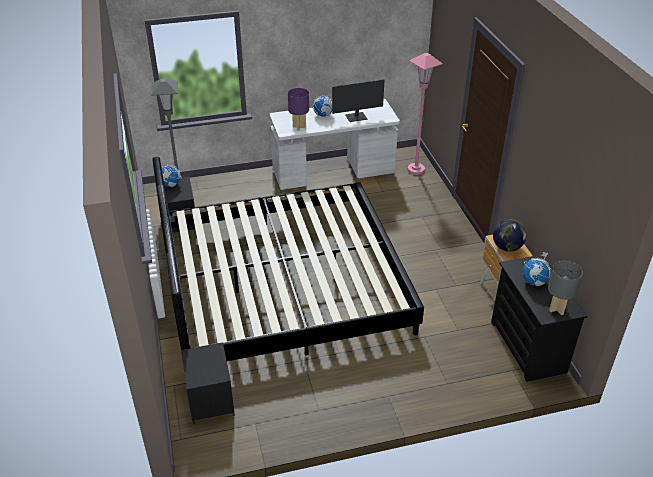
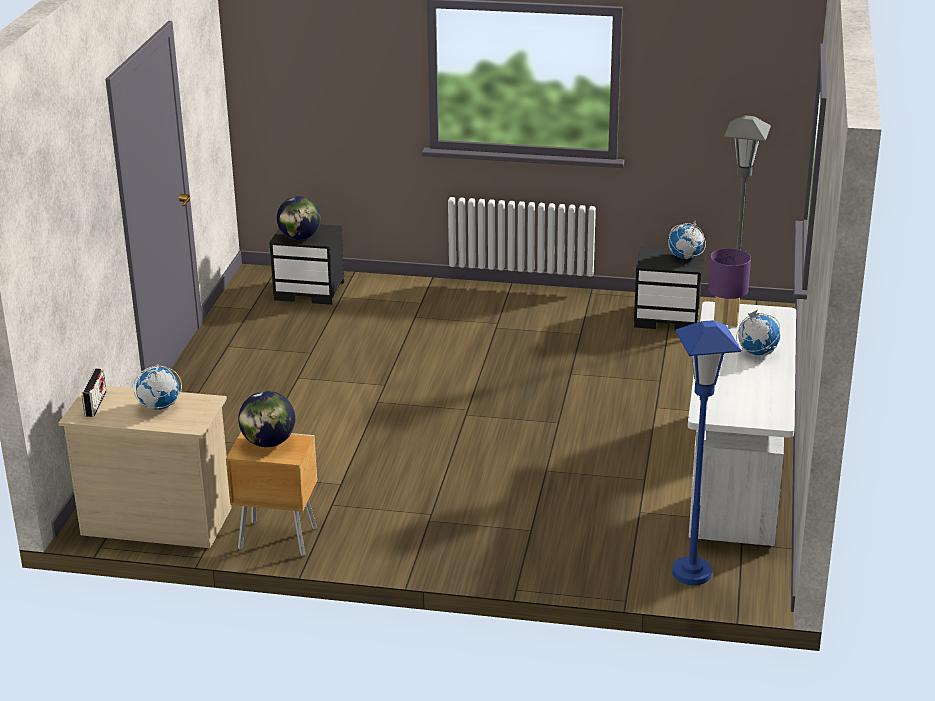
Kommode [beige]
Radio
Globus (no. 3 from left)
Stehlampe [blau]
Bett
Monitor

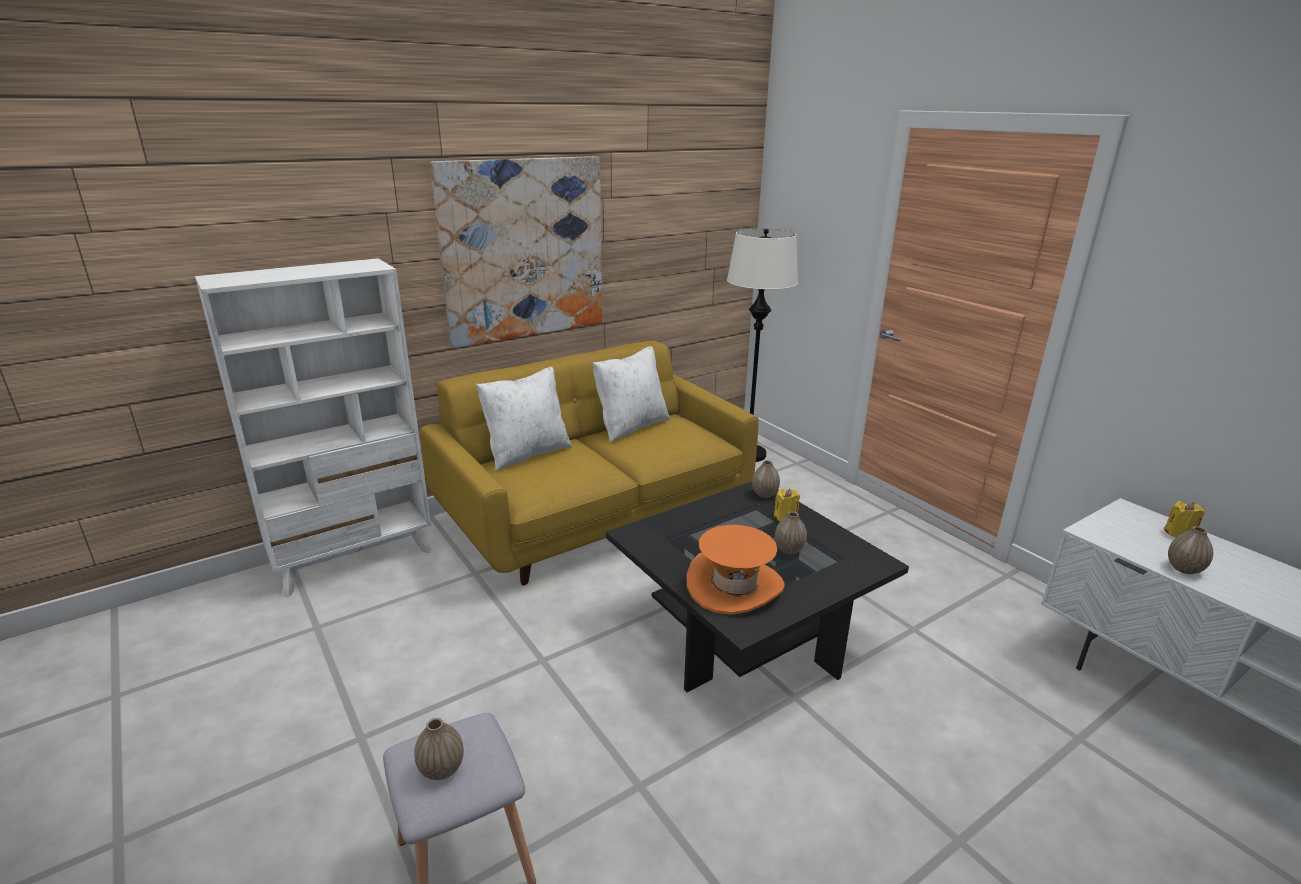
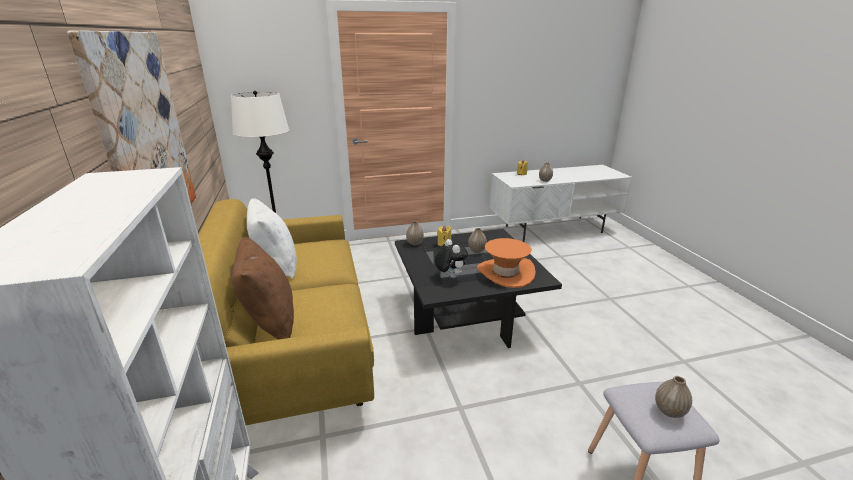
Kissen [braun]
Plüschtier

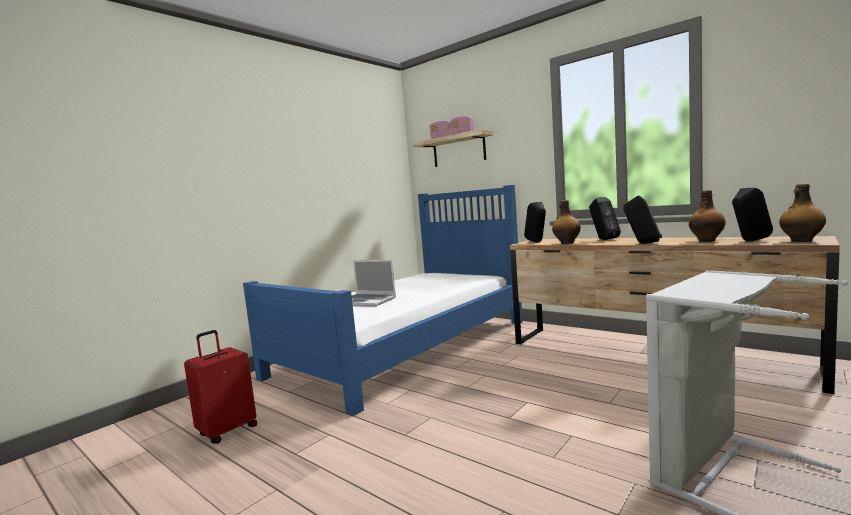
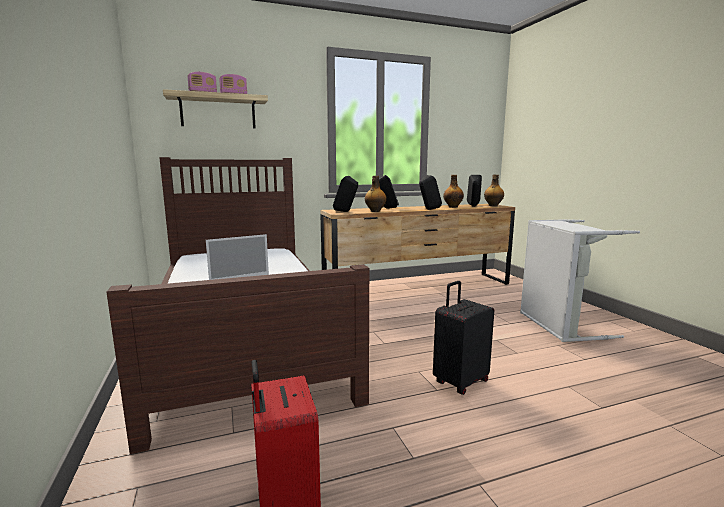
Bett [braun]
Koffer [schwarz]

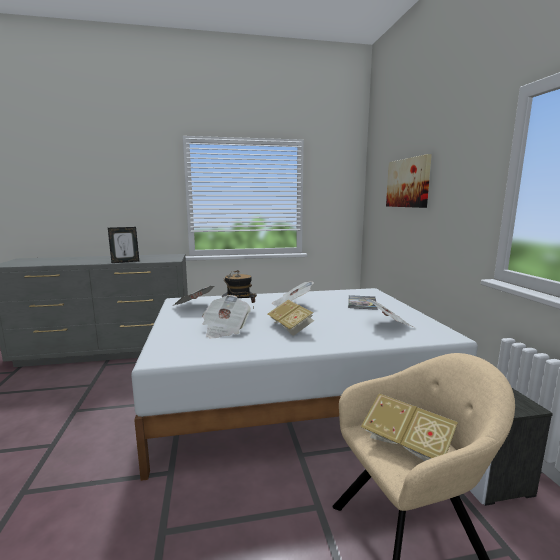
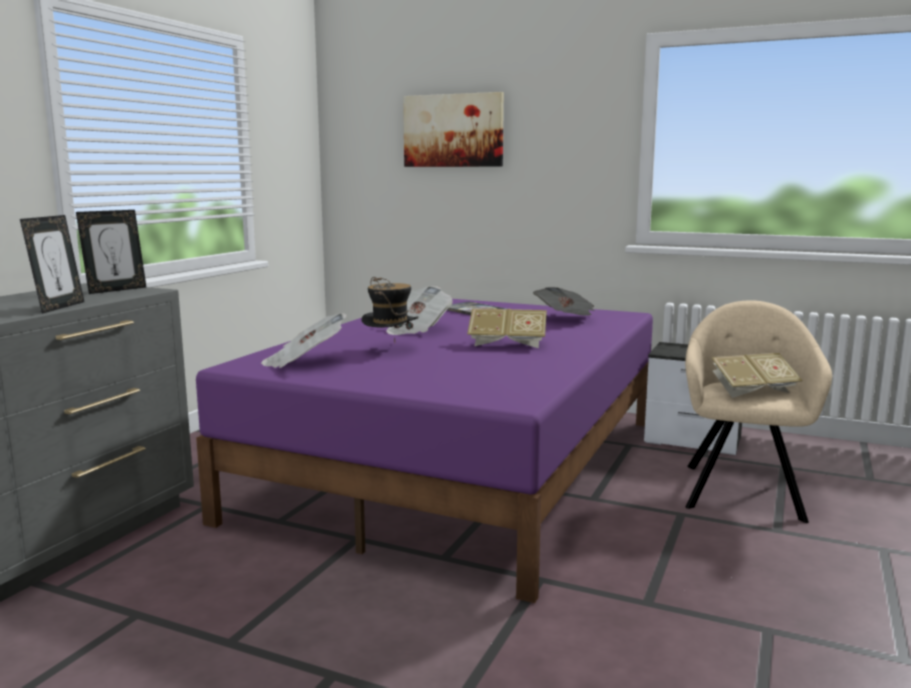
Bilderrahmen (no. 2 from left)
Bett [lila]
Zeitung (no. 2 from left in the first image)

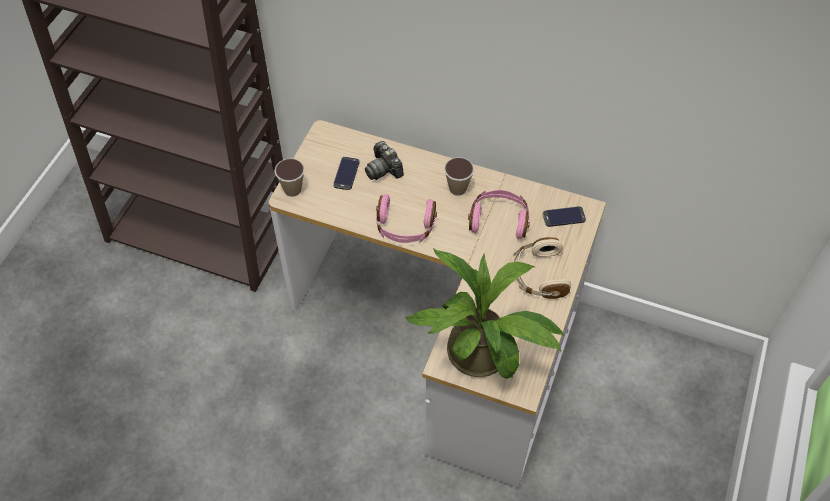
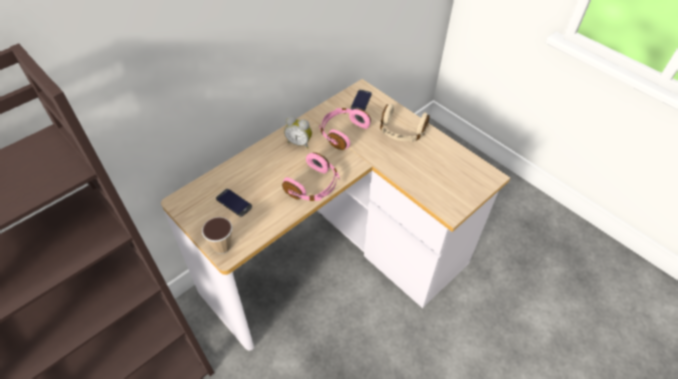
Wecker
Kamera
Topfpflanze

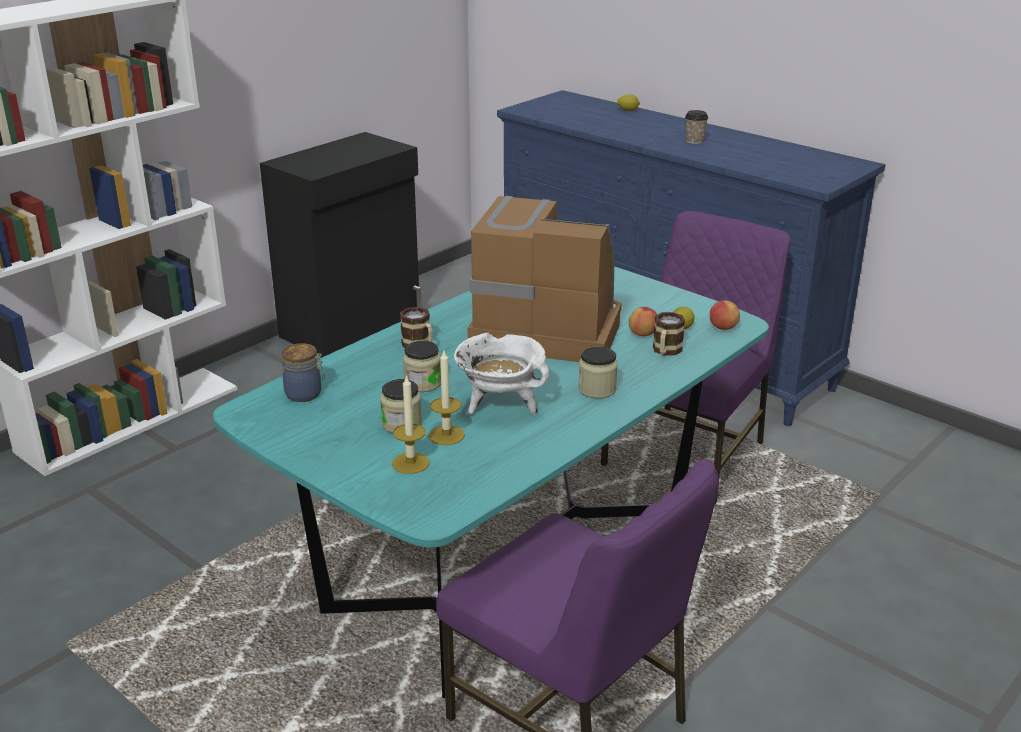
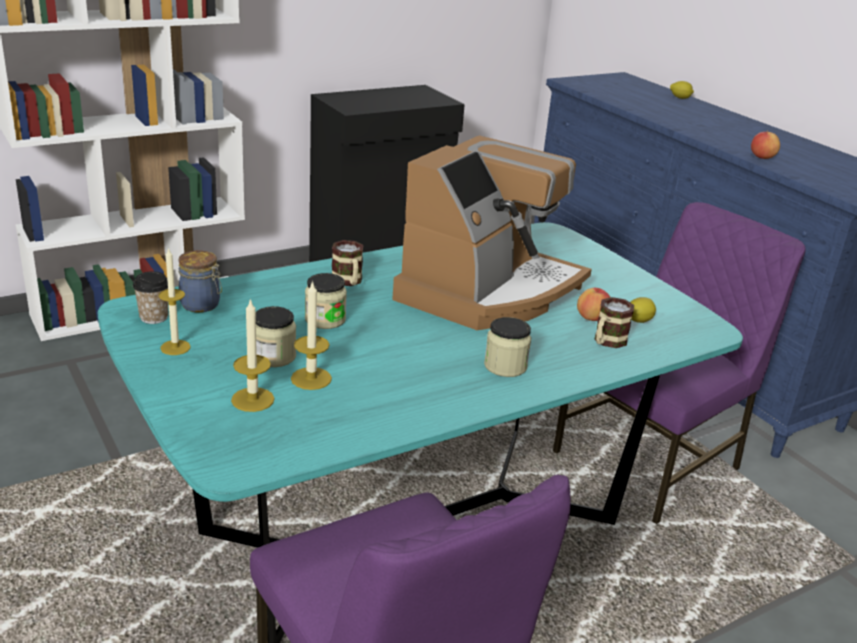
Tasse
Kerze (no. 1 from left)
Kaffeemaschine
Apfel (no. 2 from left)
Kochtopf [weiß]

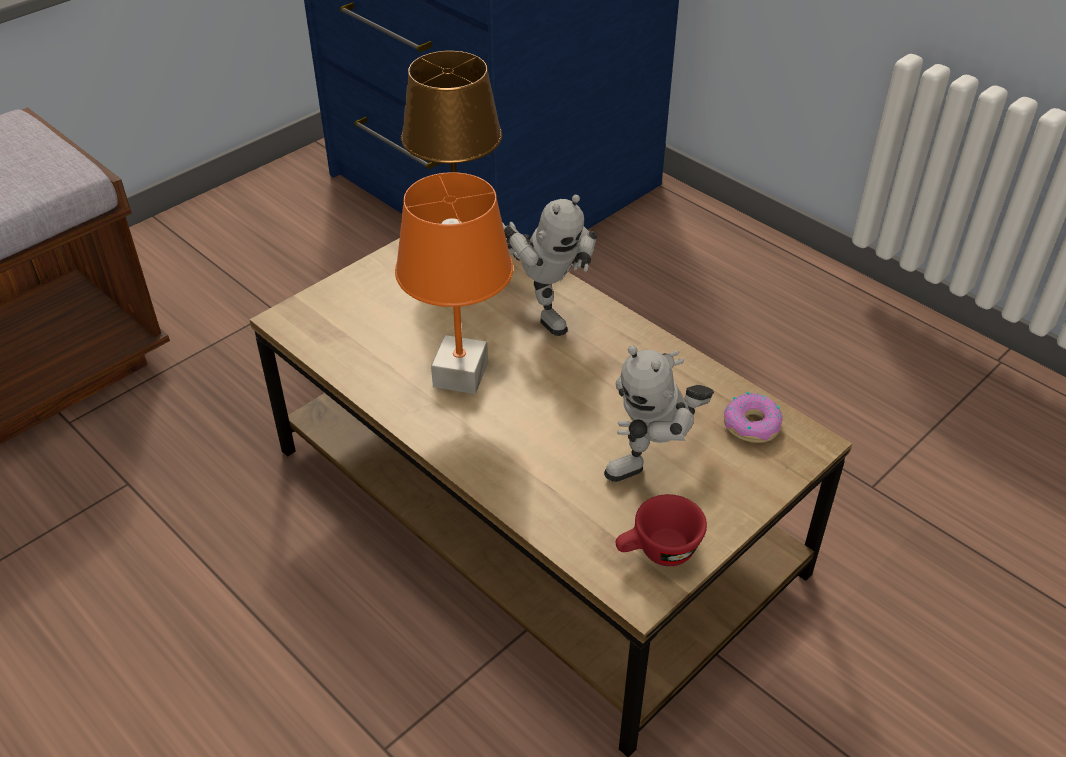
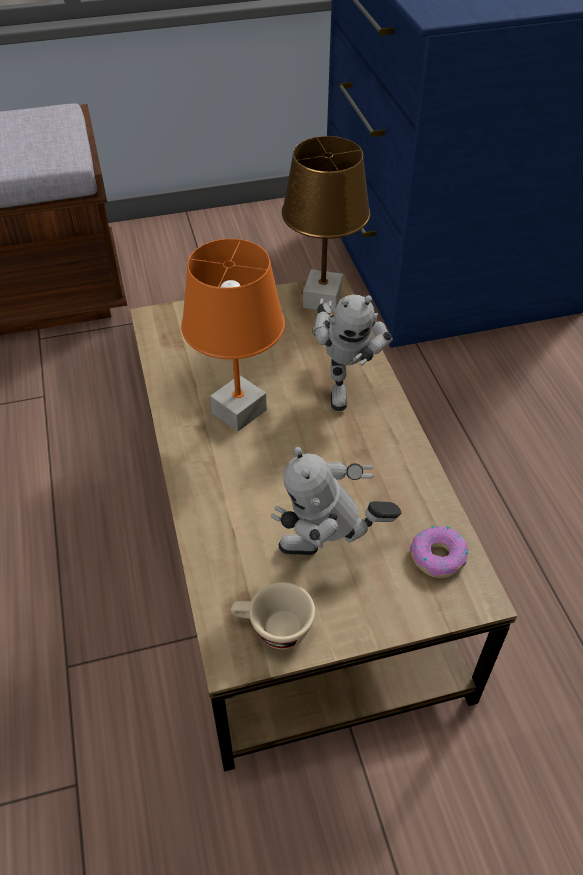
Tasse [beige]

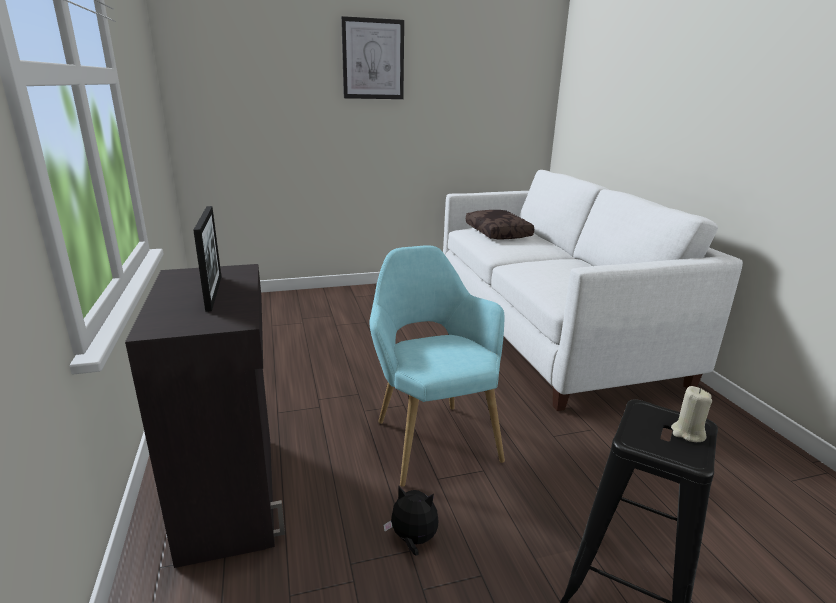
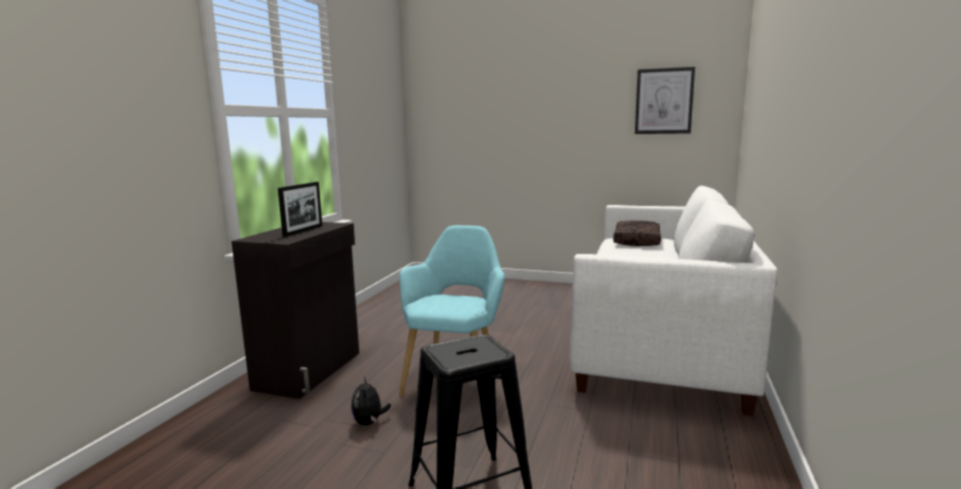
Plüschtier
Bild
Kerze [beige]

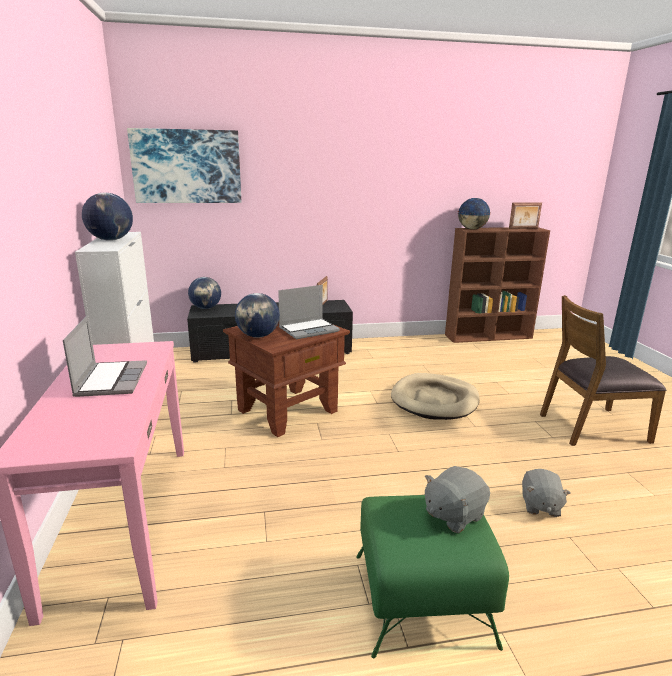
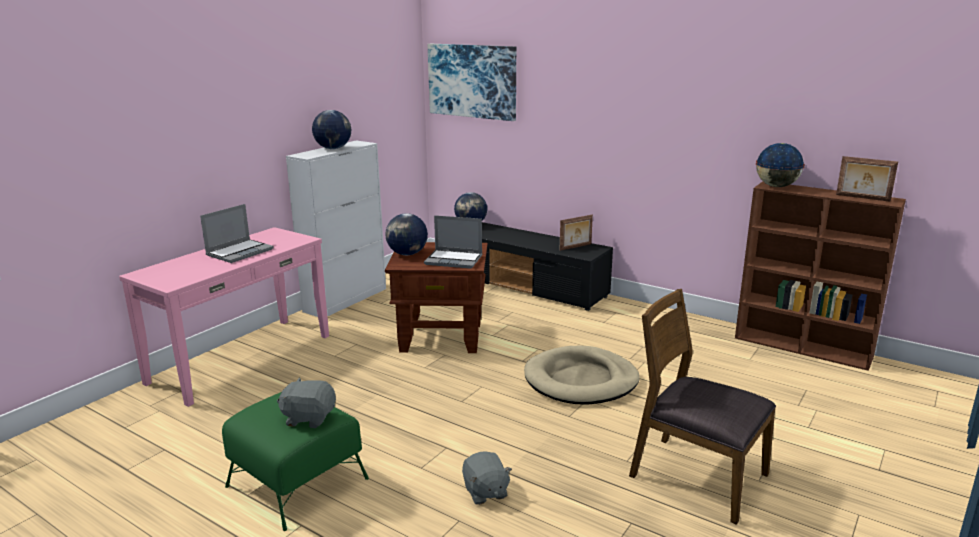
Plüschtier [grau] (no. 2 from left)

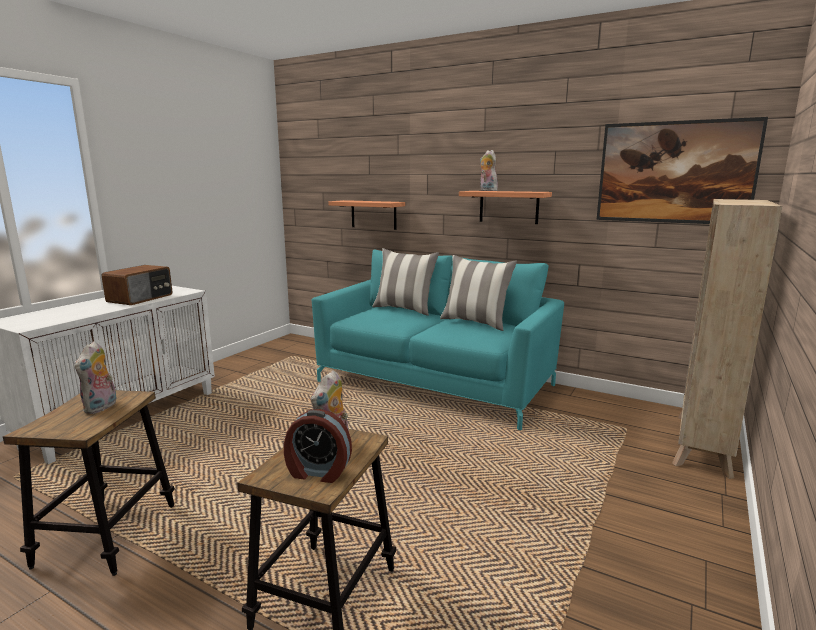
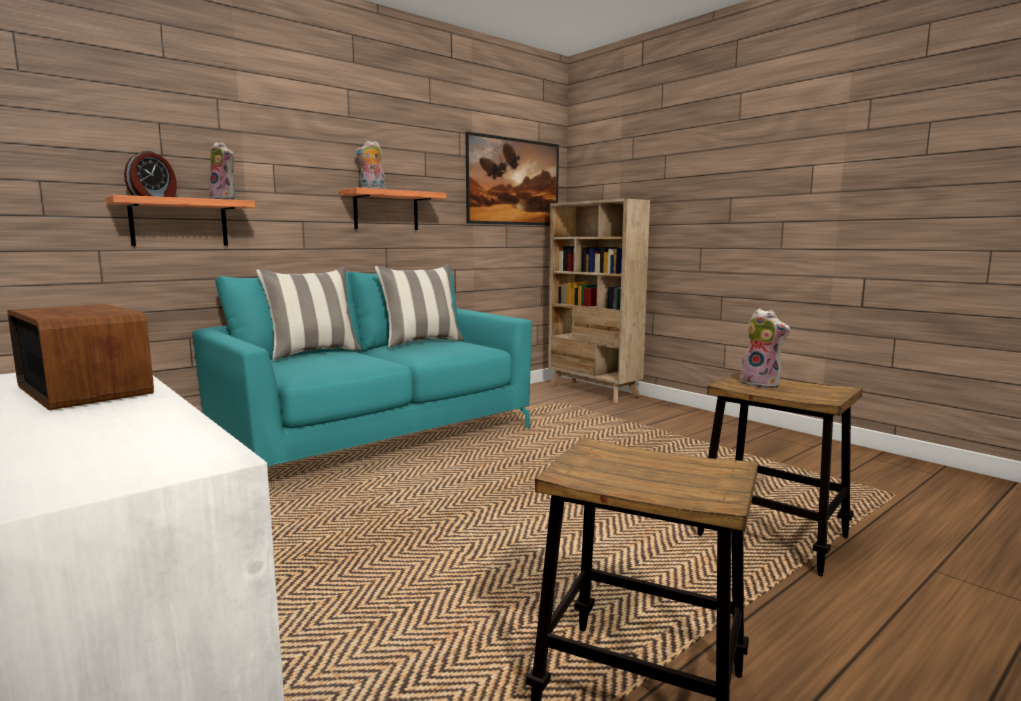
Wecker
Plüschtier (no. 1 from left)

